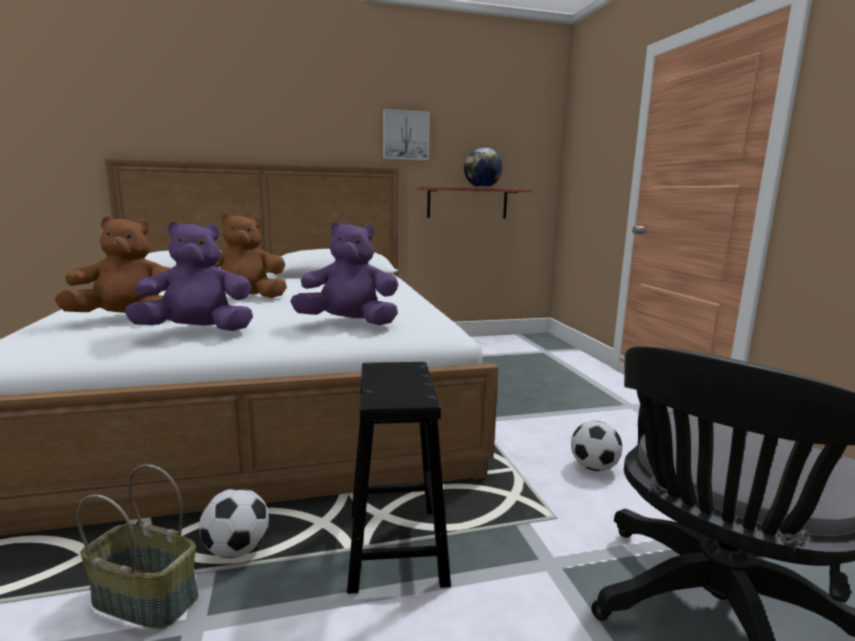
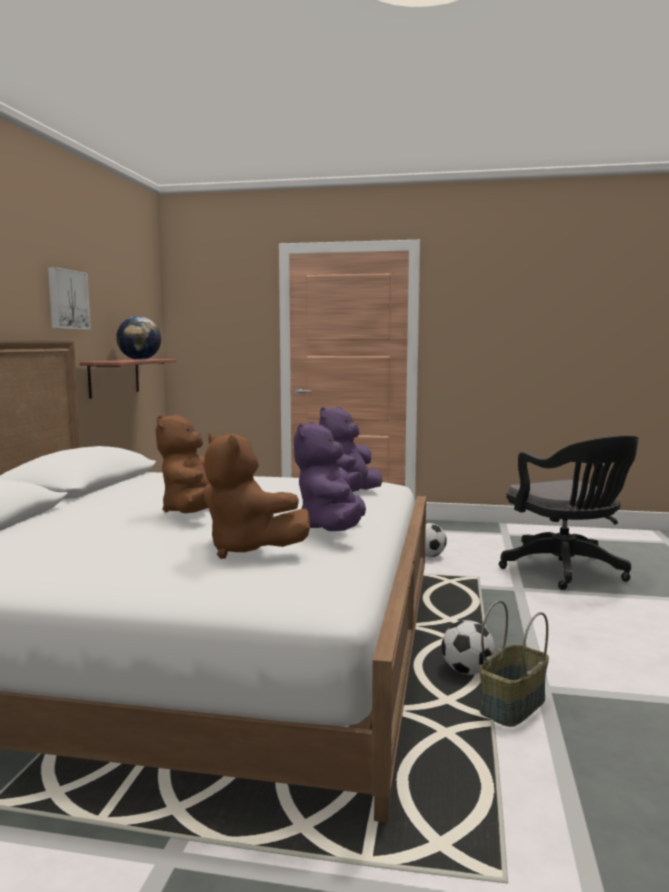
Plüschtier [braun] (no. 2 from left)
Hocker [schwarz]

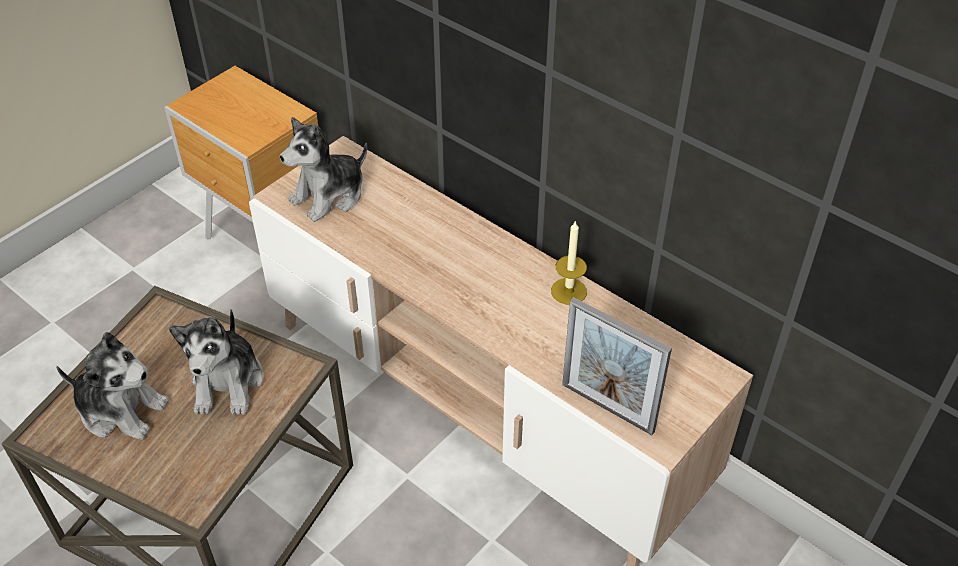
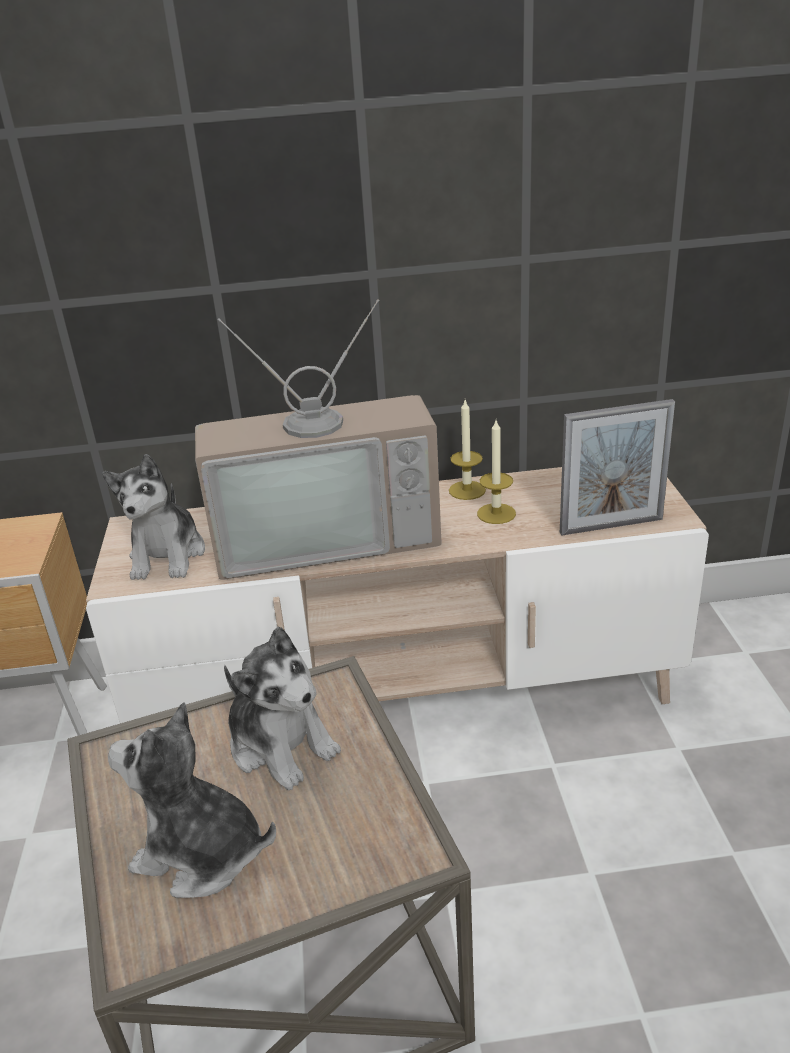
Plüschtier (no. 2 from left)
Fernseher
Kerze (no. 2 from left)

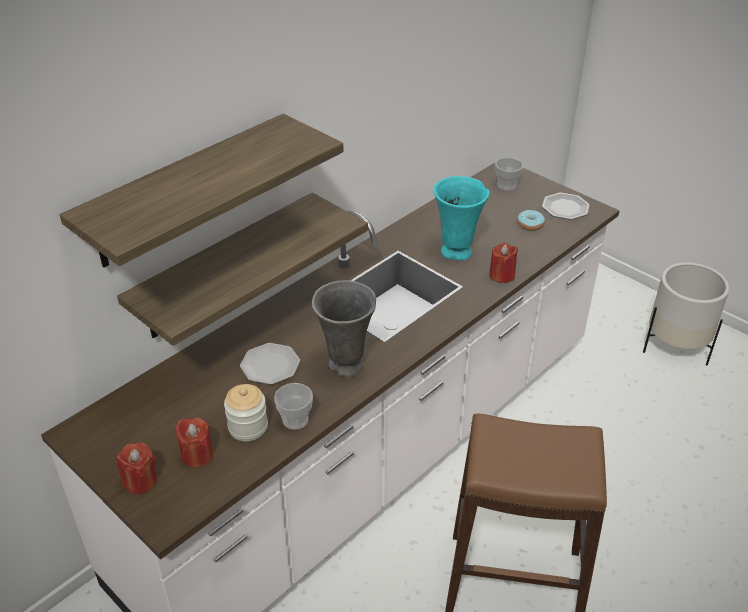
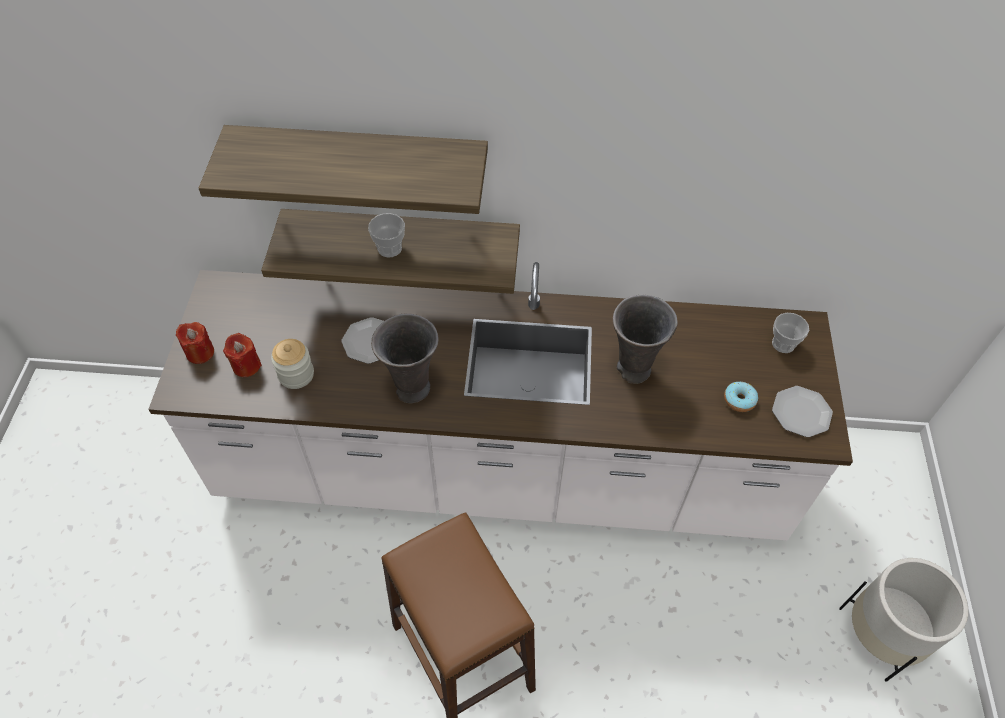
Tasse (no. 1 from left)
Vase [grau] (no. 2 from left)
Kerze [rot] (no. 3 from left in the first image)

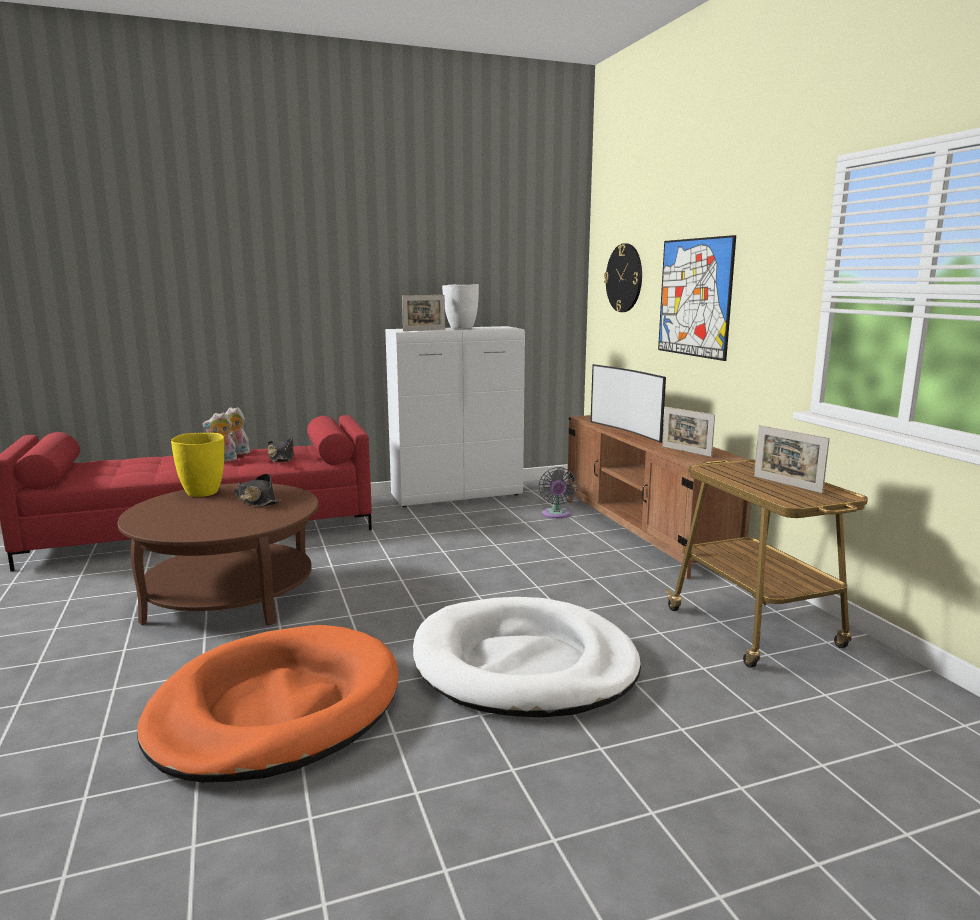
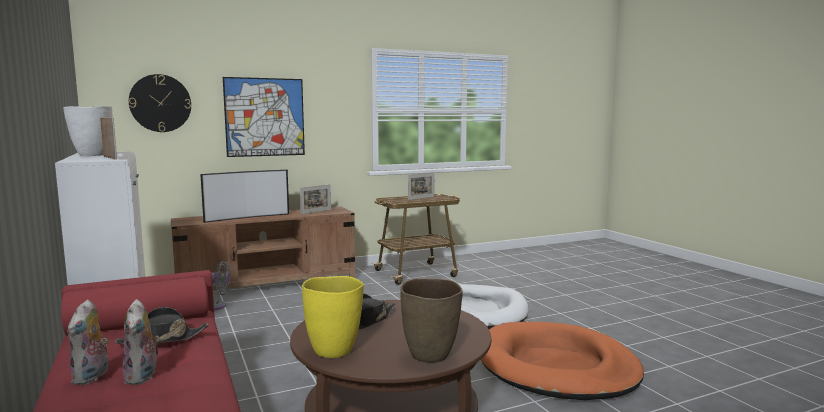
Vase [braun]

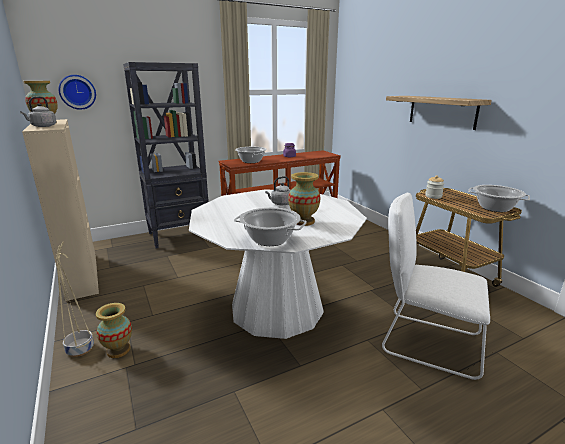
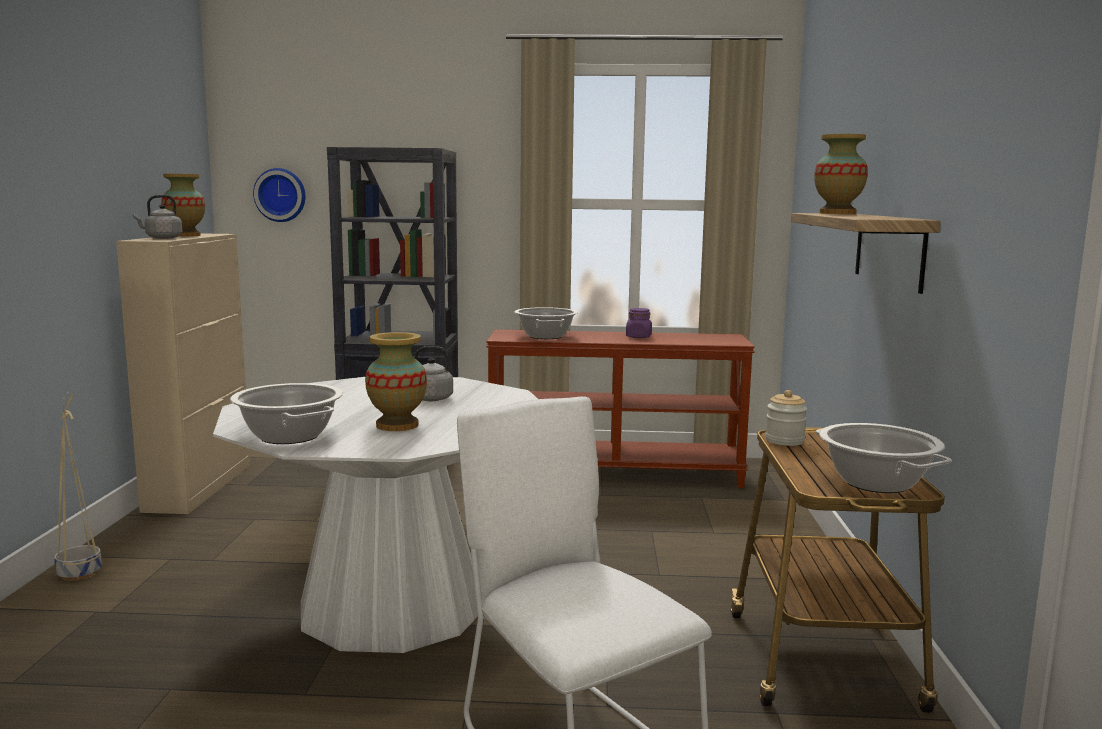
Vase (no. 3 from left)

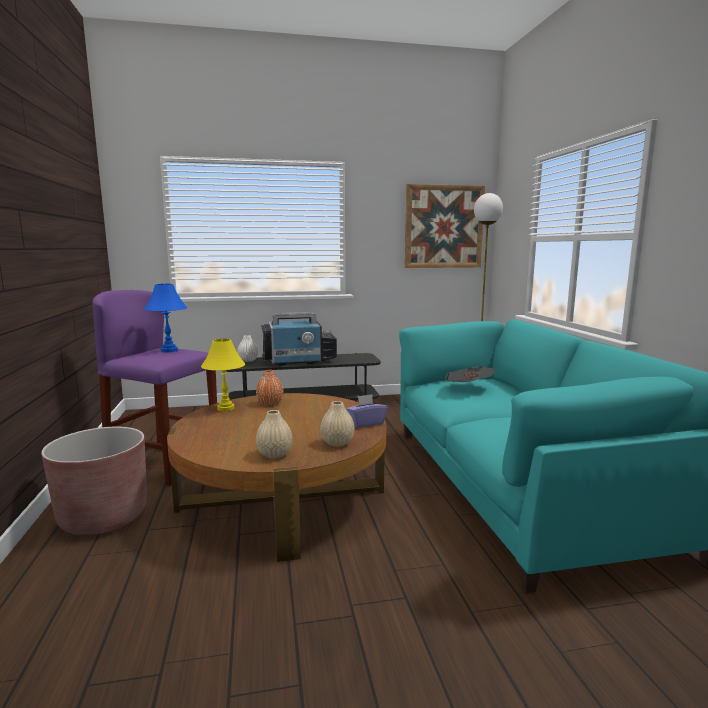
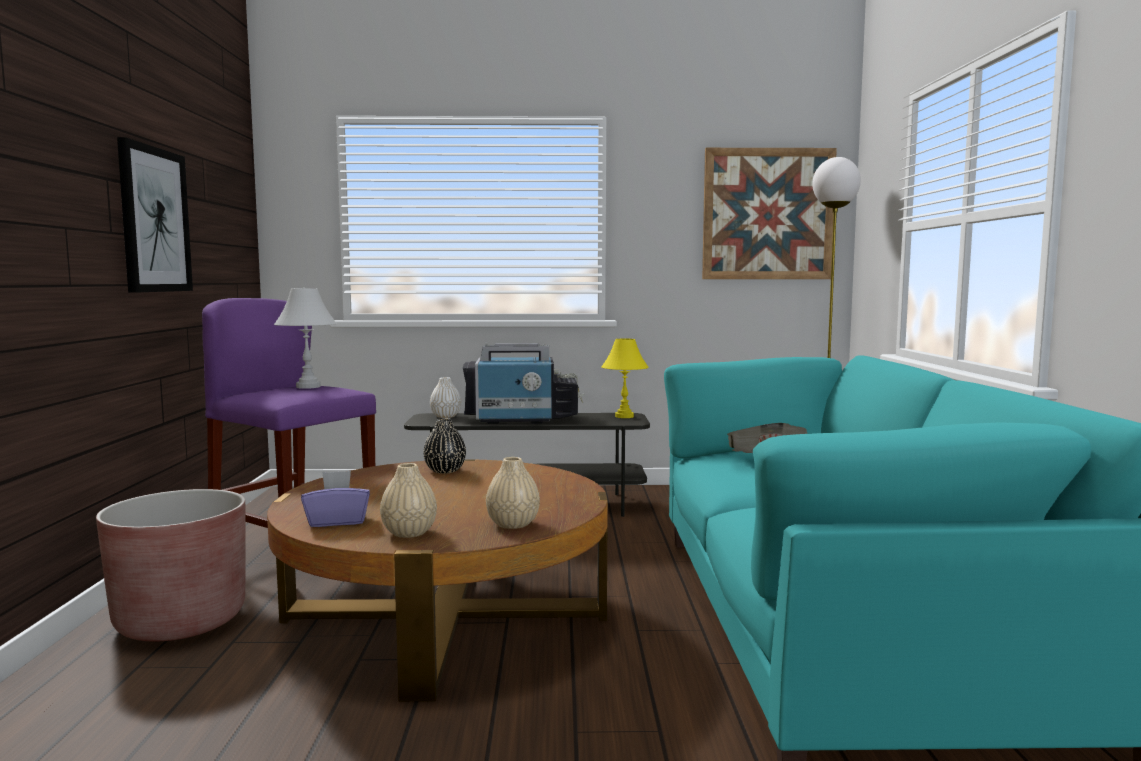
Bild (no. 1 from left)
Tischlampe [weiß]
Taschentuchbox [lila]
Vase [schwarz]
Tischlampe [gelb]

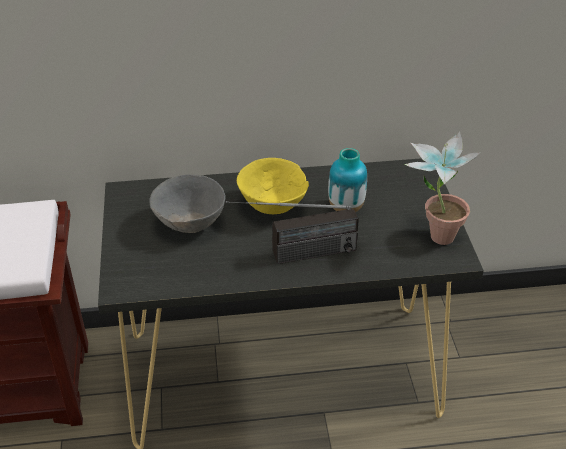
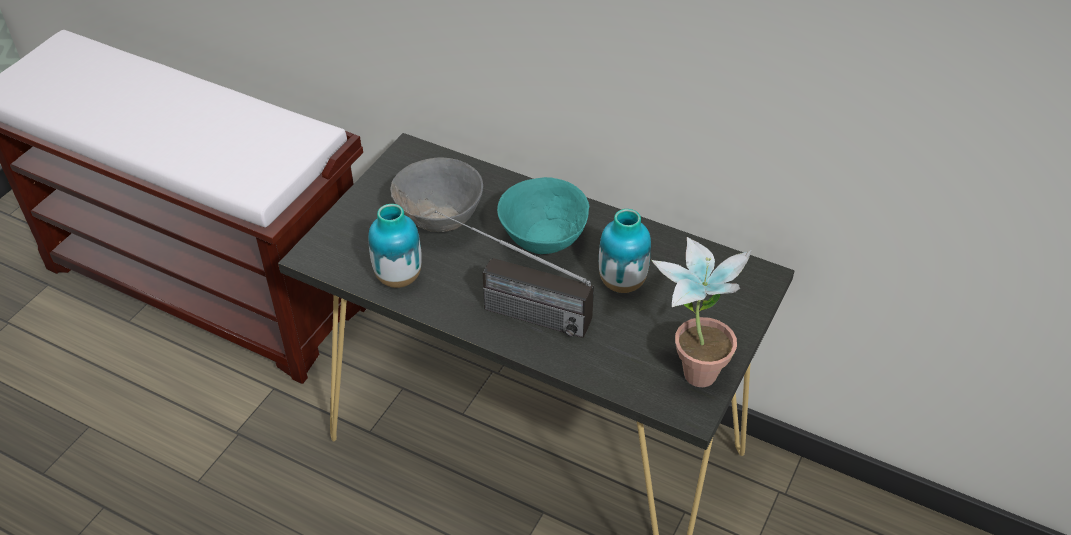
Vase (no. 1 from left)
Schüssel [türkis]

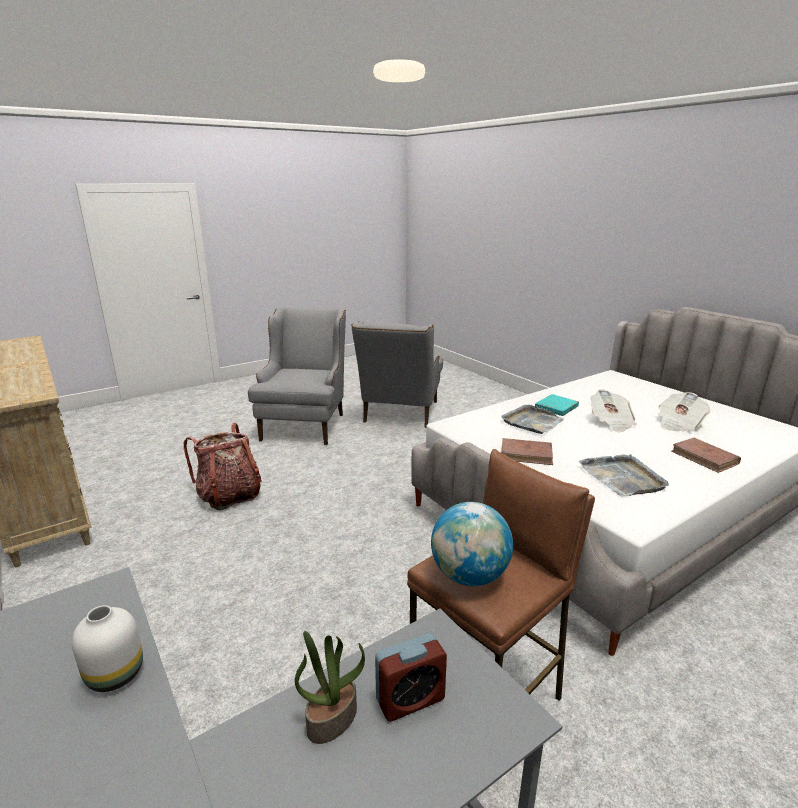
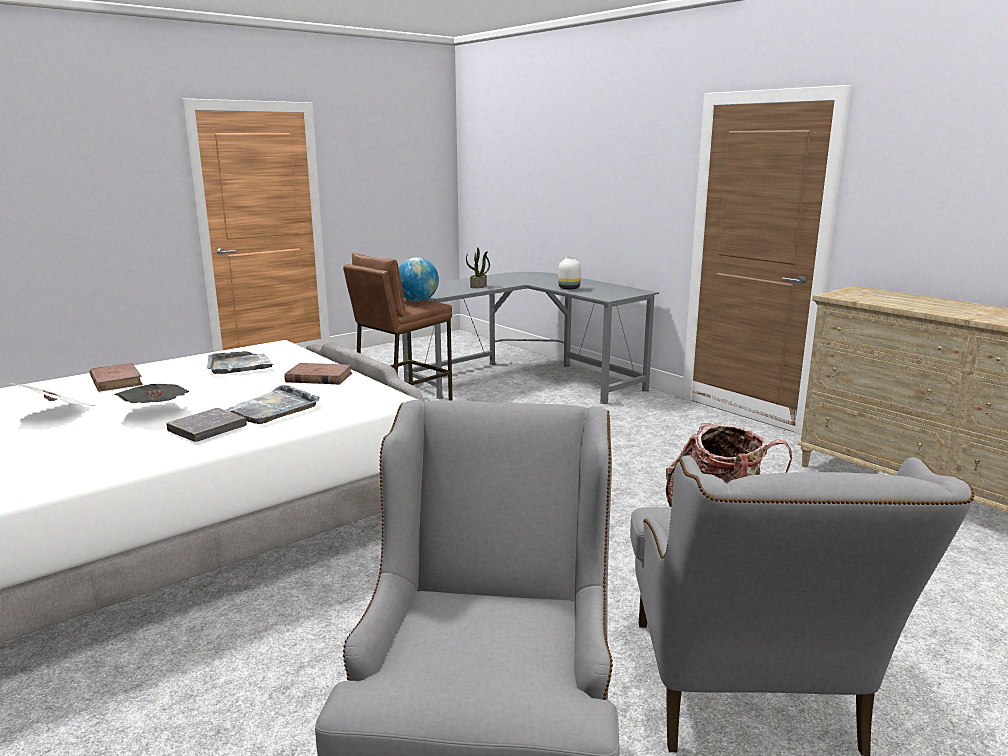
Buch [grau]
Wecker

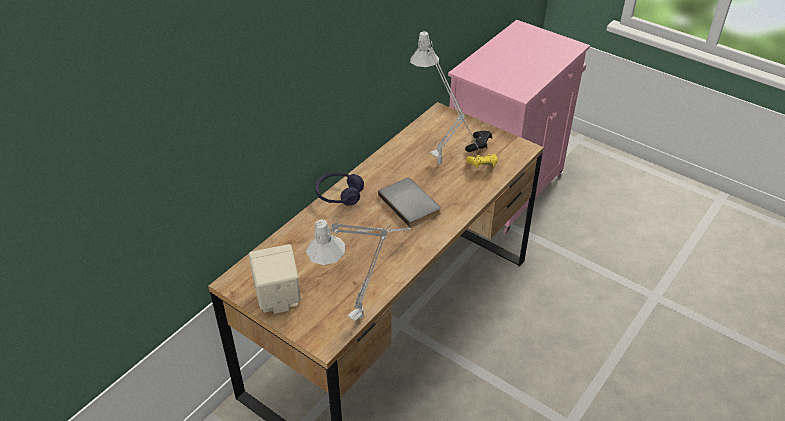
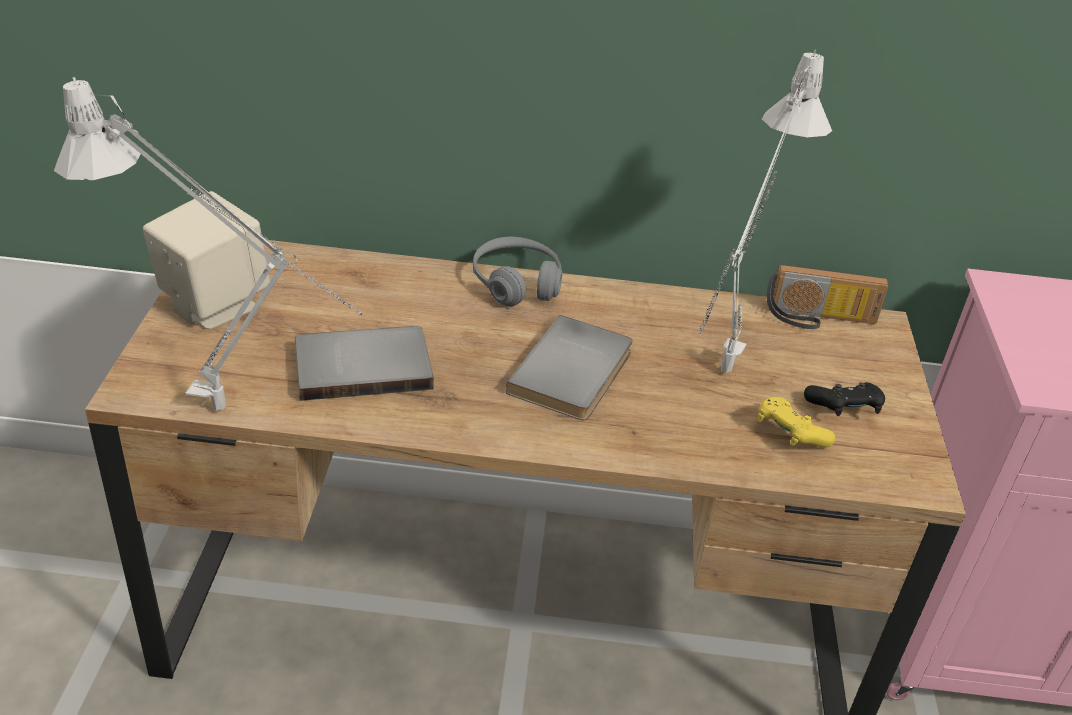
Buch [grau] (no. 1 from left)
Kopfhörer [grau]
Radio

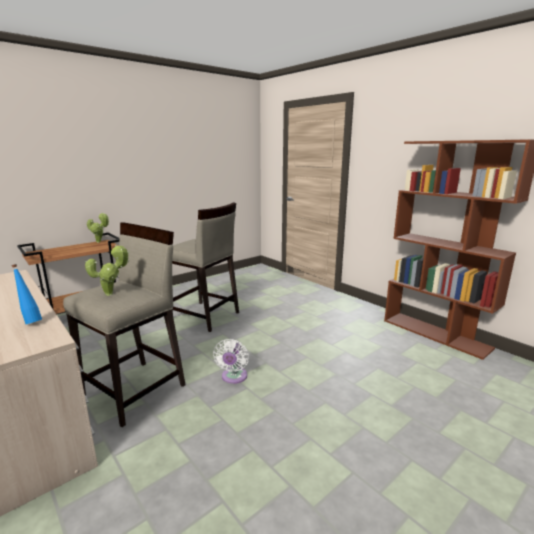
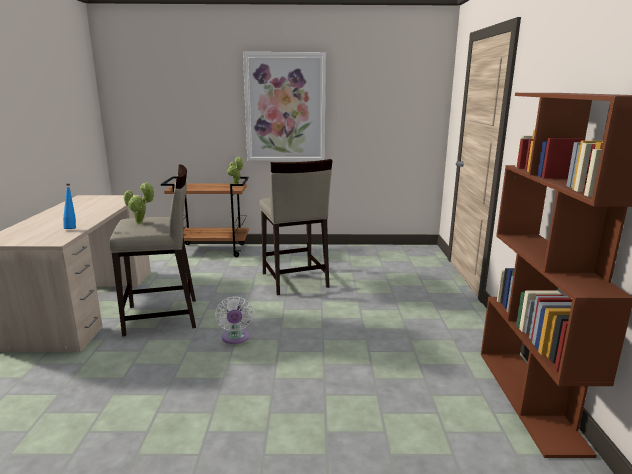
Ventilator [weiß]
Bild

